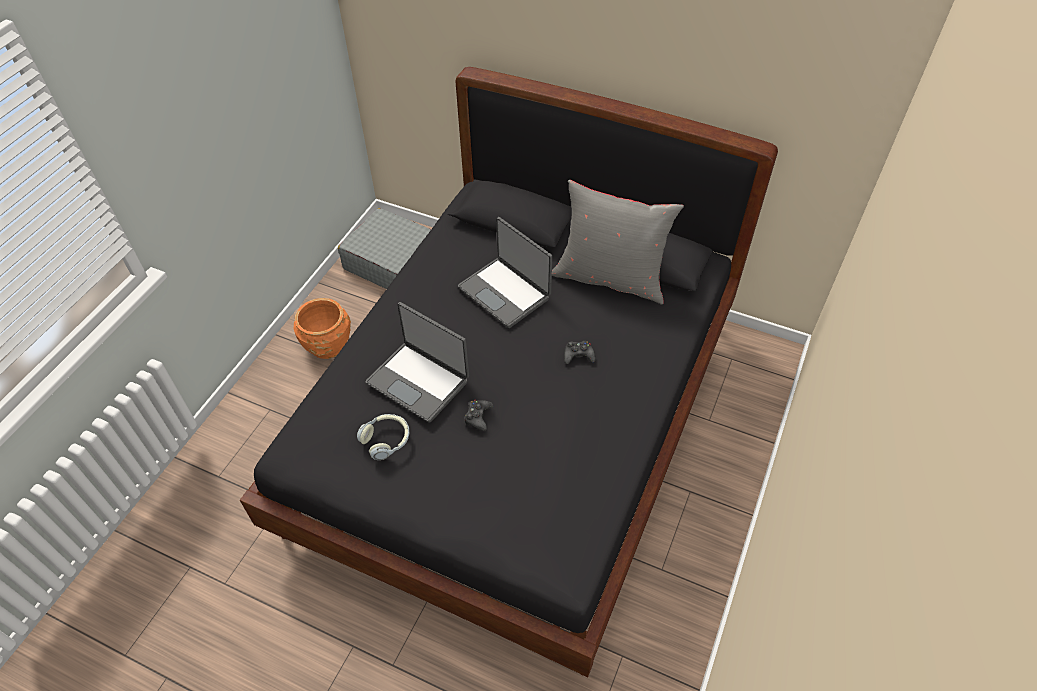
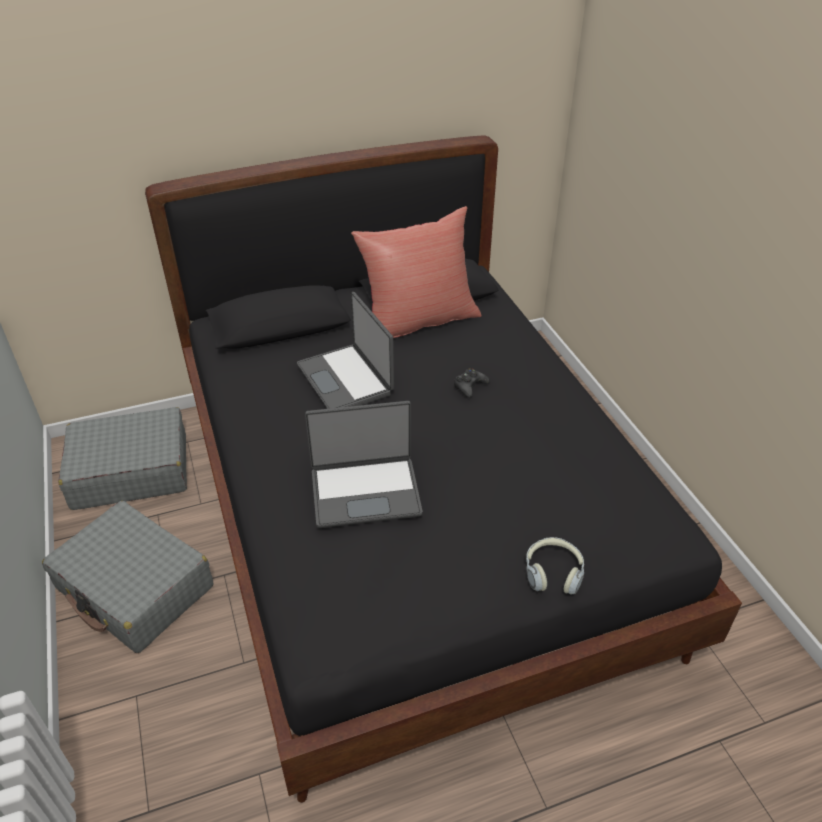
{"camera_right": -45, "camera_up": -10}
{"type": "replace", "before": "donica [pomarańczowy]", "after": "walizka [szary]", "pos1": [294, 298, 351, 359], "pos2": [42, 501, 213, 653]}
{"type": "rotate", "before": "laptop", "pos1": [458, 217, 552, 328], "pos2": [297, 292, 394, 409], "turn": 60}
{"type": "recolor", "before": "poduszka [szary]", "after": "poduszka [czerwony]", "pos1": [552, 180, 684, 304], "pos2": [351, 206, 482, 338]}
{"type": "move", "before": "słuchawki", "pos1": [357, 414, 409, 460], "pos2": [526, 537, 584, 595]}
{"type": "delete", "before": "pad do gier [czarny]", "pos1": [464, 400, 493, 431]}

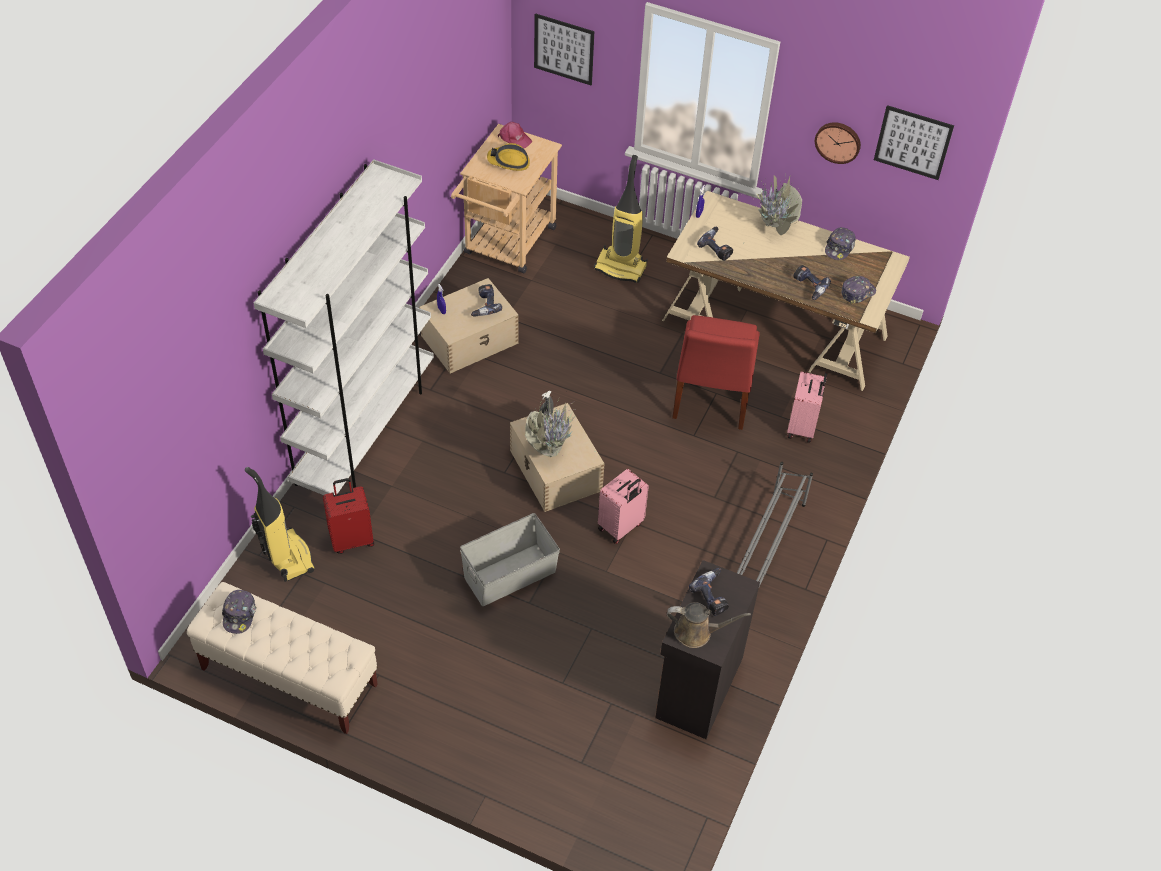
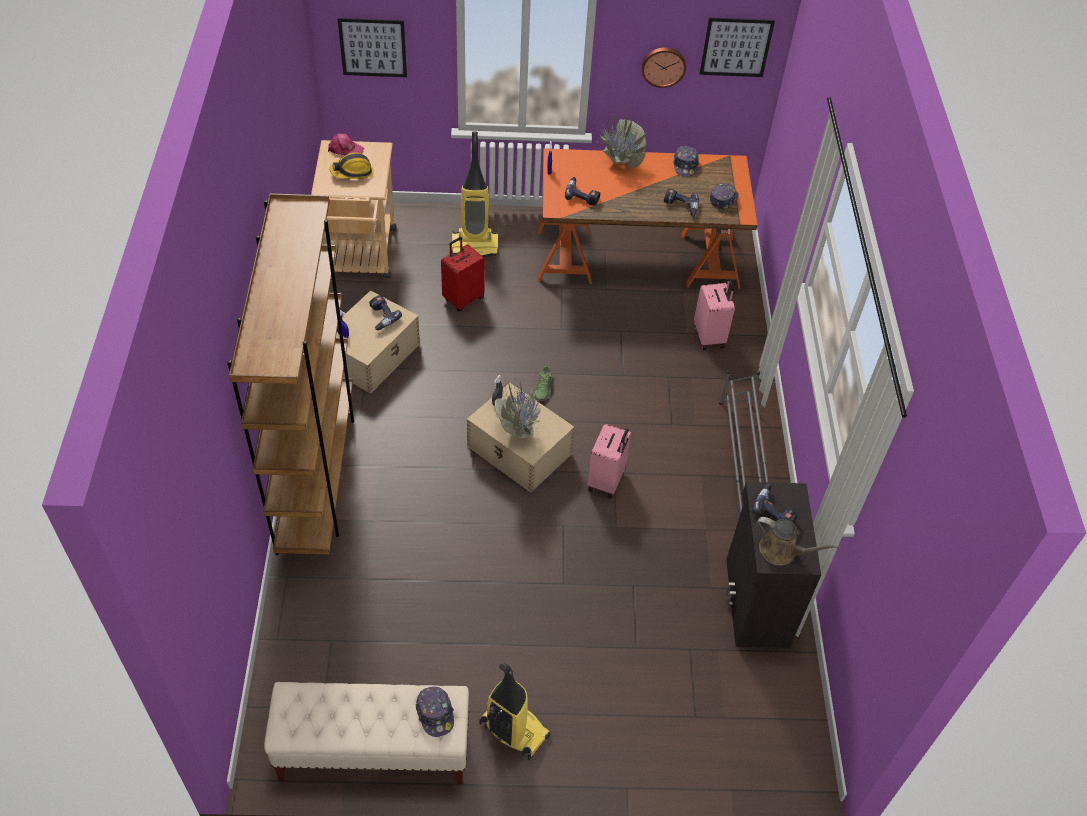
{"camera_right": -25, "camera_up": 0}
{"type": "recolor", "before": "regał [biały]", "after": "regał [brązowy]", "pos1": [254, 159, 434, 495], "pos2": [227, 193, 354, 555]}
{"type": "move", "before": "czapka z daszkiem", "pos1": [222, 590, 256, 634], "pos2": [416, 687, 454, 737]}
{"type": "move", "before": "walizka [czerwony]", "pos1": [323, 478, 374, 554], "pos2": [441, 237, 485, 311]}
{"type": "move", "before": "odkurzacz", "pos1": [245, 467, 315, 582], "pos2": [479, 663, 551, 760]}
{"type": "insert", "after": "but", "pos2": [534, 364, 553, 401]}
{"type": "recolor", "before": "biurko [beżowy]", "after": "biurko [pomarańczowy]", "pos1": [662, 191, 910, 391], "pos2": [538, 148, 758, 289]}
{"type": "rotate", "before": "konewka [brązowy]", "pos1": [667, 602, 751, 648], "pos2": [756, 517, 839, 566], "turn": 45}
{"type": "delete", "before": "pojemnik do przechowywania [szary]", "pos1": [460, 513, 560, 606]}
{"type": "delete", "before": "krzesło [czerwony]", "pos1": [672, 315, 760, 430]}

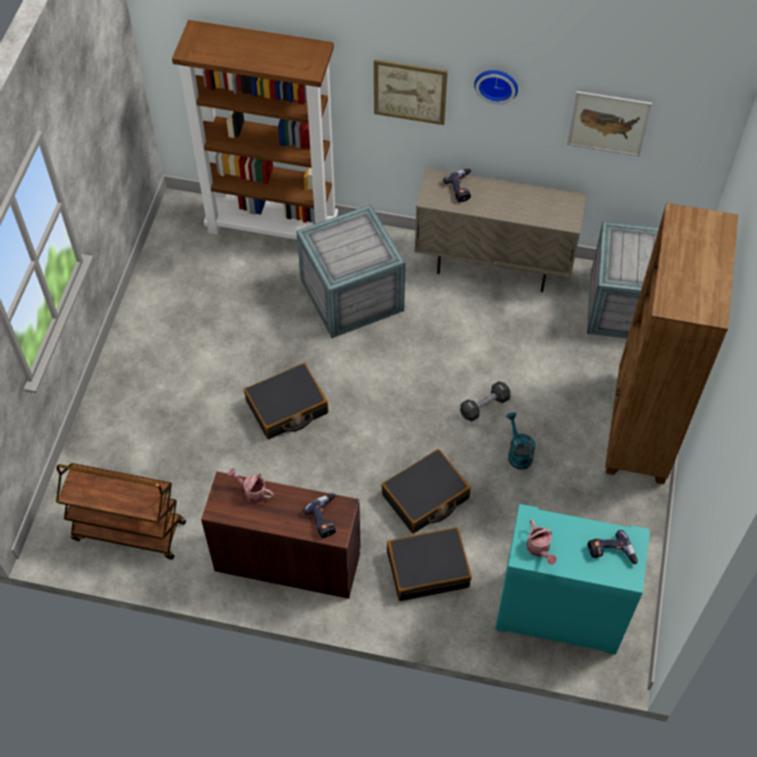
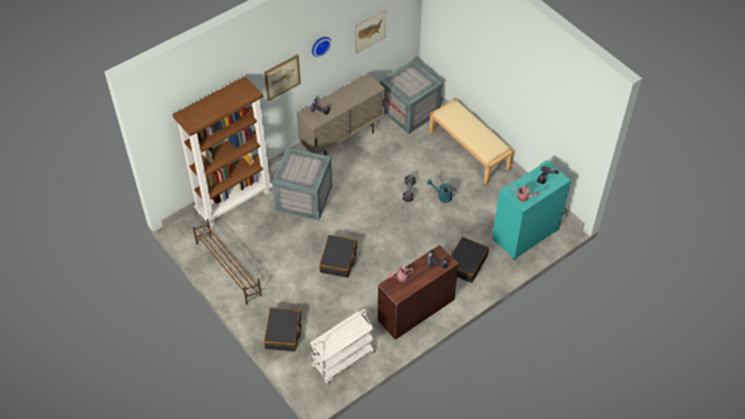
{"camera_right": -50, "camera_up": -5}
{"type": "insert", "after": "regał na buty [brązowy]", "pos2": [193, 219, 262, 304]}
{"type": "move", "before": "walizka [czarny]", "pos1": [381, 449, 471, 533], "pos2": [264, 308, 301, 352]}
{"type": "recolor", "before": "wózek [brązowy]", "after": "wózek [biały]", "pos1": [56, 463, 186, 560], "pos2": [310, 309, 375, 384]}
{"type": "replace", "before": "regał [brązowy]", "after": "ławka [beżowy]", "pos1": [605, 203, 738, 484], "pos2": [429, 99, 514, 185]}

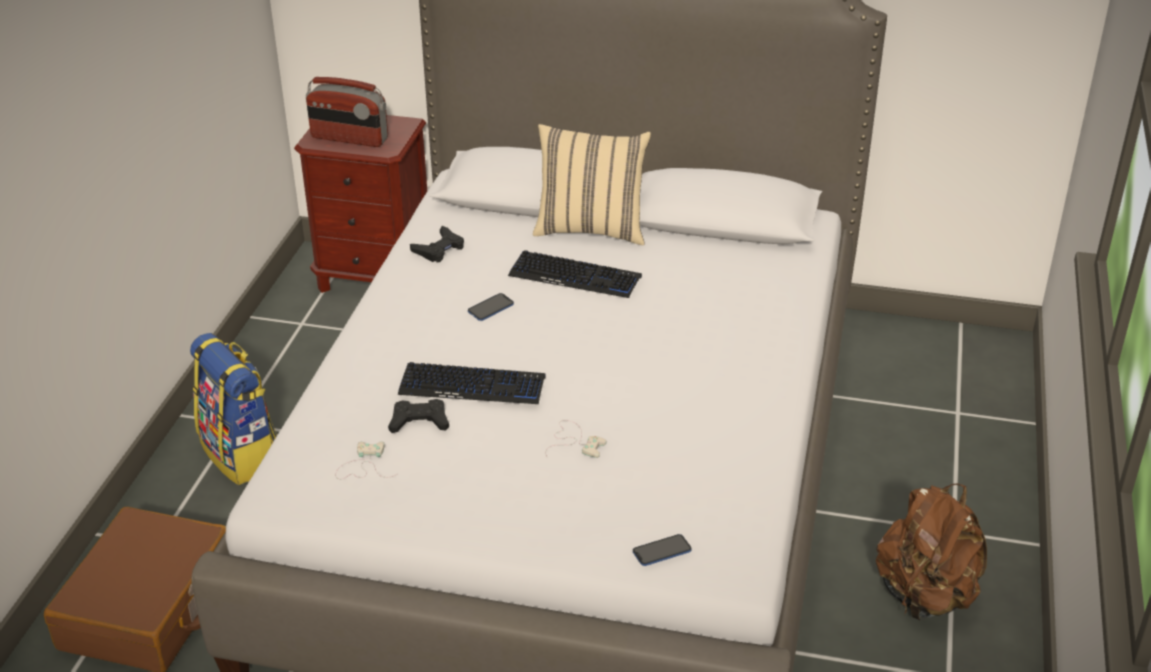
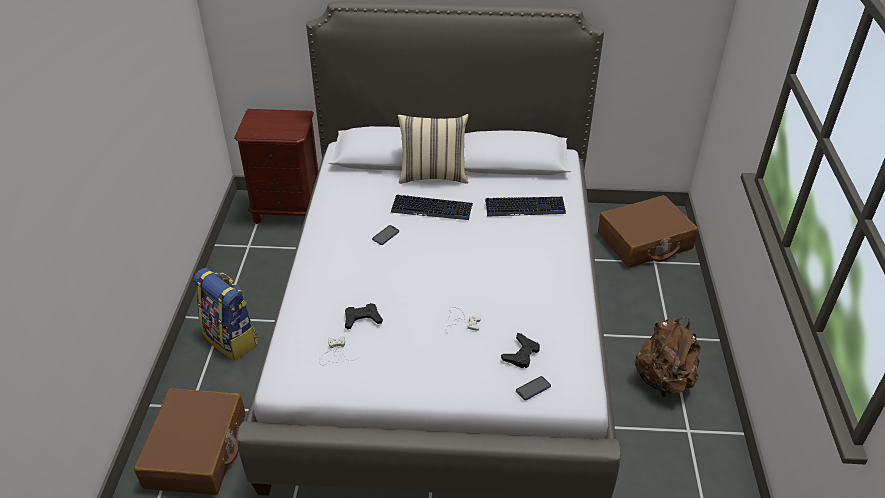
{"camera_right": -10, "camera_up": 5}
{"type": "move", "before": "klawiatura", "pos1": [398, 362, 546, 404], "pos2": [485, 197, 566, 217]}
{"type": "move", "before": "pad do gier [czarny]", "pos1": [410, 226, 464, 263], "pos2": [501, 333, 540, 368]}
{"type": "insert", "after": "walizka [brązowy]", "pos2": [598, 195, 698, 267]}
{"type": "delete", "before": "radio", "pos1": [306, 77, 388, 147]}

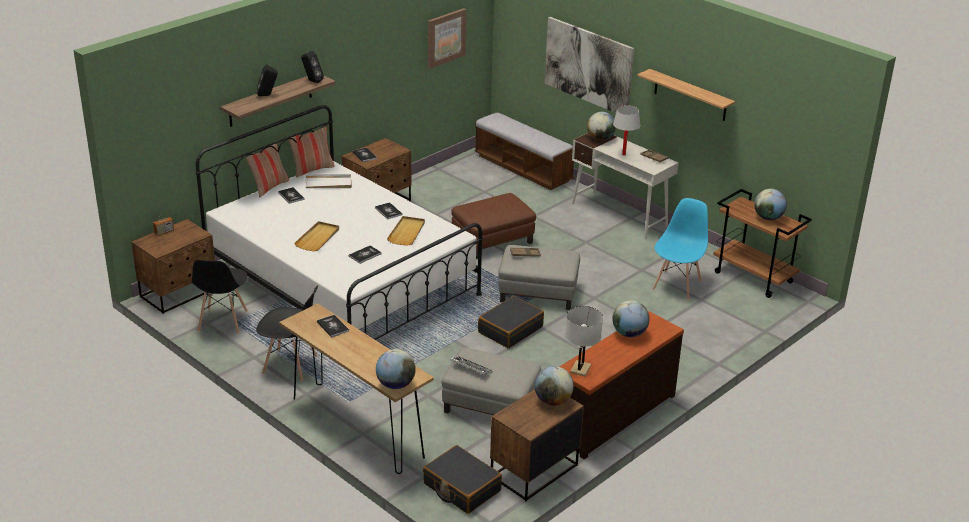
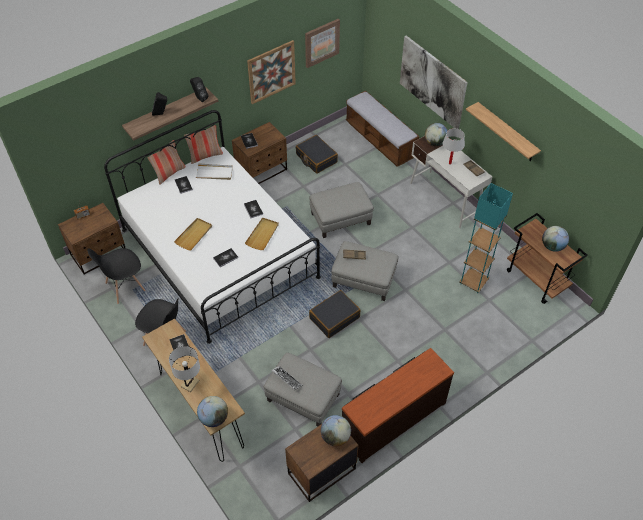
{"camera_right": 10, "camera_up": 20}
{"type": "rotate", "before": "krzesło [czarny]", "pos1": [192, 260, 248, 334], "pos2": [87, 248, 146, 304], "turn": 45}
{"type": "move", "before": "lampa stołowa [biały]", "pos1": [565, 306, 603, 376], "pos2": [169, 346, 200, 392]}
{"type": "insert", "after": "obraz", "pos2": [247, 40, 296, 104]}
{"type": "move", "before": "walizka [czarny]", "pos1": [423, 445, 502, 514], "pos2": [296, 135, 338, 174]}
{"type": "recolor", "before": "pufa [brązowy]", "after": "pufa [szary]", "pos1": [451, 193, 536, 259], "pos2": [309, 182, 374, 238]}
{"type": "replace", "before": "krzesło [niebieski]", "after": "lampa stojąca [turkusowy]", "pos1": [652, 198, 708, 300], "pos2": [459, 183, 513, 293]}
{"type": "delete", "before": "globus", "pos1": [612, 301, 649, 337]}

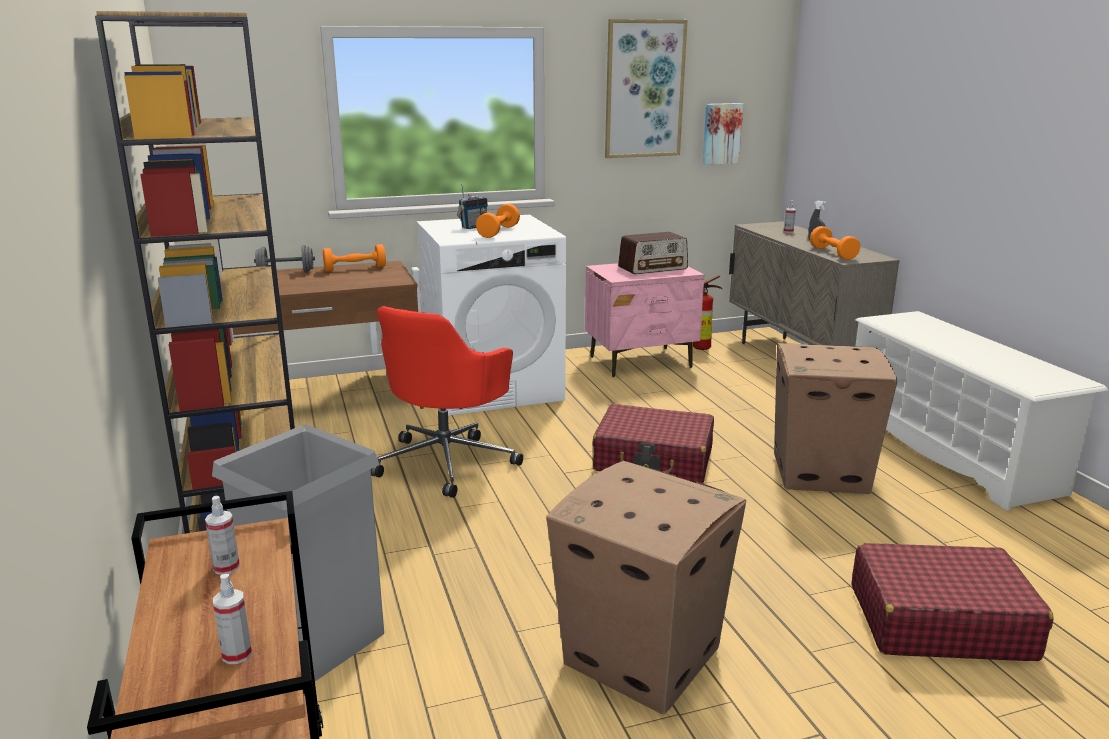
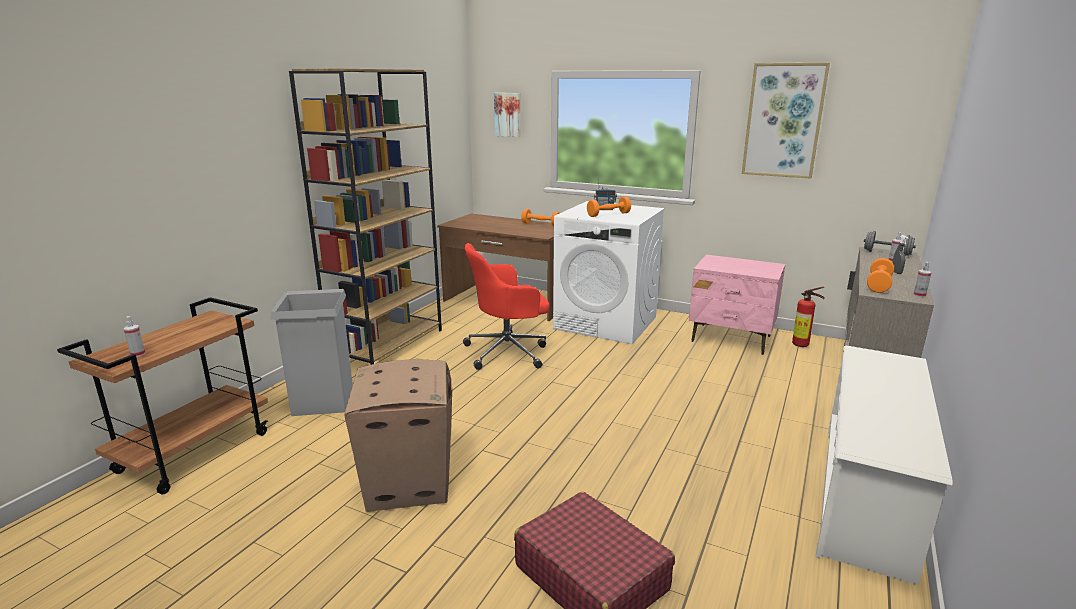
{"camera_right": 45, "camera_up": 0}
{"type": "move", "before": "obraz", "pos1": [703, 103, 743, 165], "pos2": [494, 93, 521, 137]}
{"type": "move", "before": "hantel [szary]", "pos1": [254, 245, 315, 272], "pos2": [864, 231, 916, 256]}
{"type": "move", "before": "spryskiwacz", "pos1": [205, 496, 240, 575], "pos2": [913, 262, 932, 297]}
{"type": "delete", "before": "walizka [czerwony]", "pos1": [592, 404, 714, 483]}
{"type": "delete", "before": "radio", "pos1": [618, 232, 688, 274]}
{"type": "delete", "before": "karton", "pos1": [774, 343, 897, 494]}

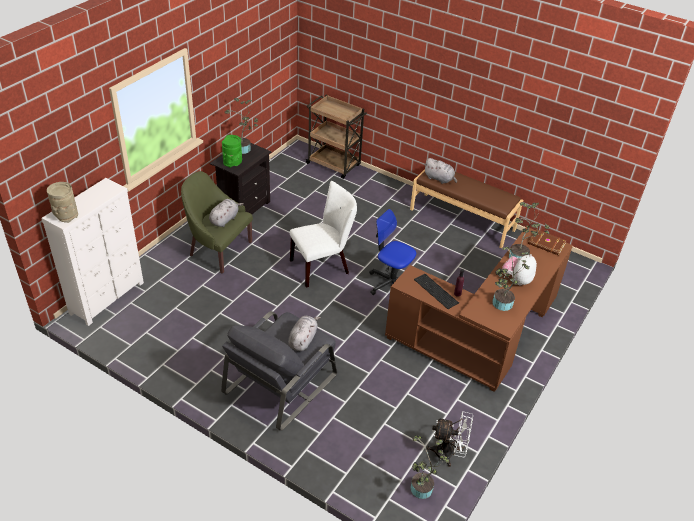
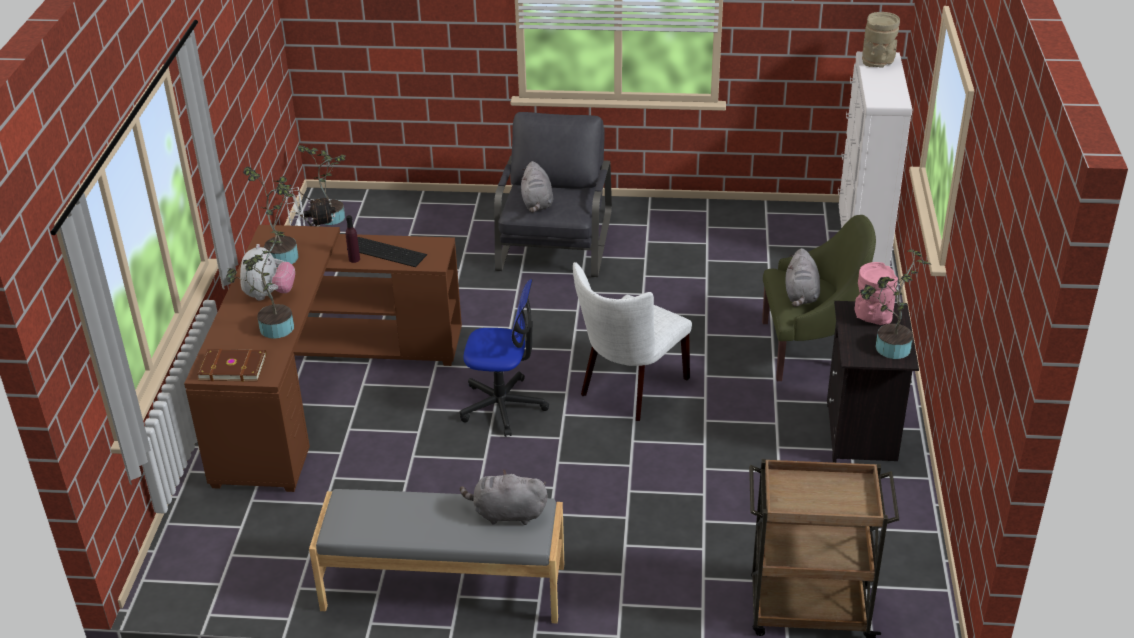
{"camera_right": 155, "camera_up": -5}
{"type": "recolor", "before": "ławka [brązowy]", "after": "ławka [szary]", "pos1": [410, 169, 523, 249], "pos2": [309, 489, 564, 623]}
{"type": "recolor", "before": "wazon [zielony]", "after": "wazon [różowy]", "pos1": [222, 135, 242, 168], "pos2": [854, 262, 898, 325]}

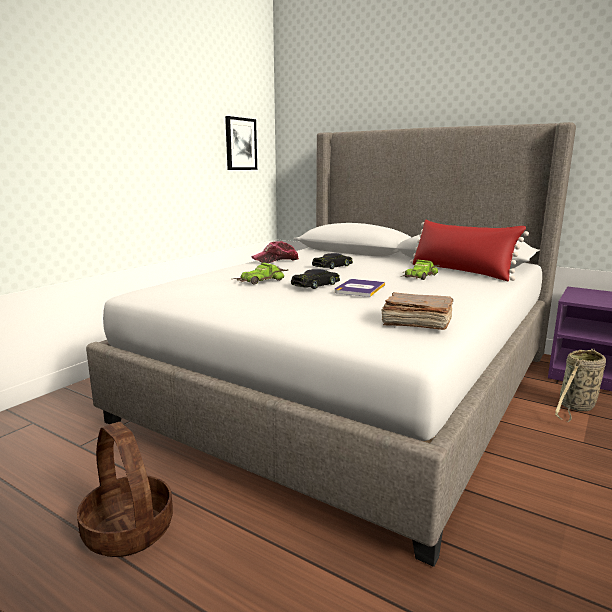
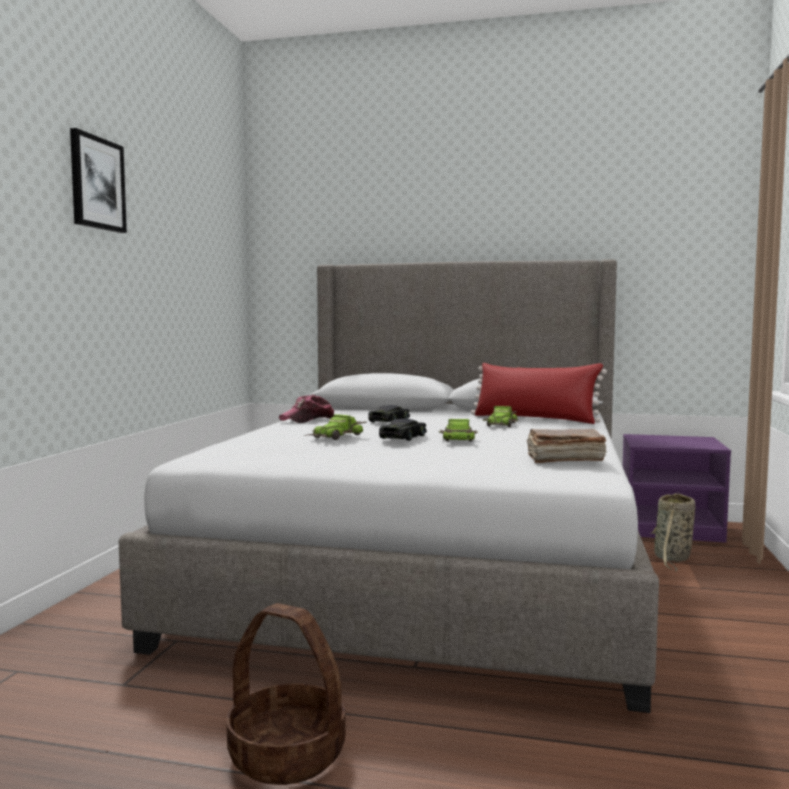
{"camera_right": -20, "camera_up": -10}
{"type": "move", "before": "obraz", "pos1": [225, 116, 257, 170], "pos2": [70, 128, 127, 233]}
{"type": "replace", "before": "książka", "after": "samochodzik", "pos1": [334, 279, 385, 297], "pos2": [439, 419, 478, 442]}

